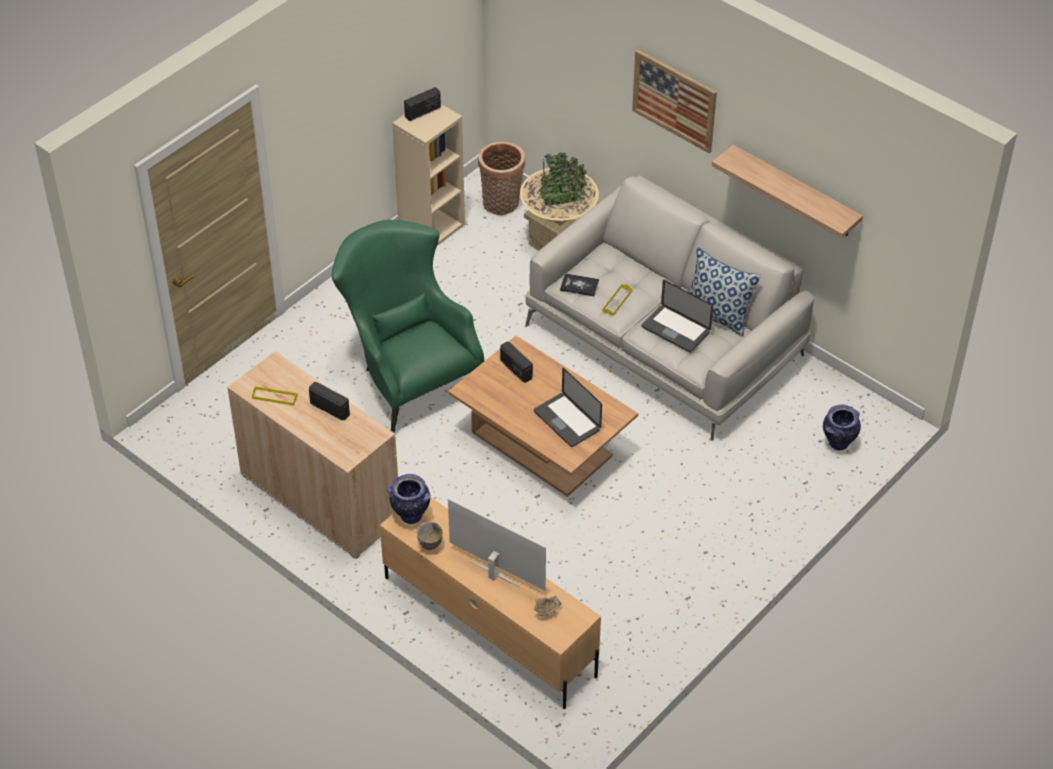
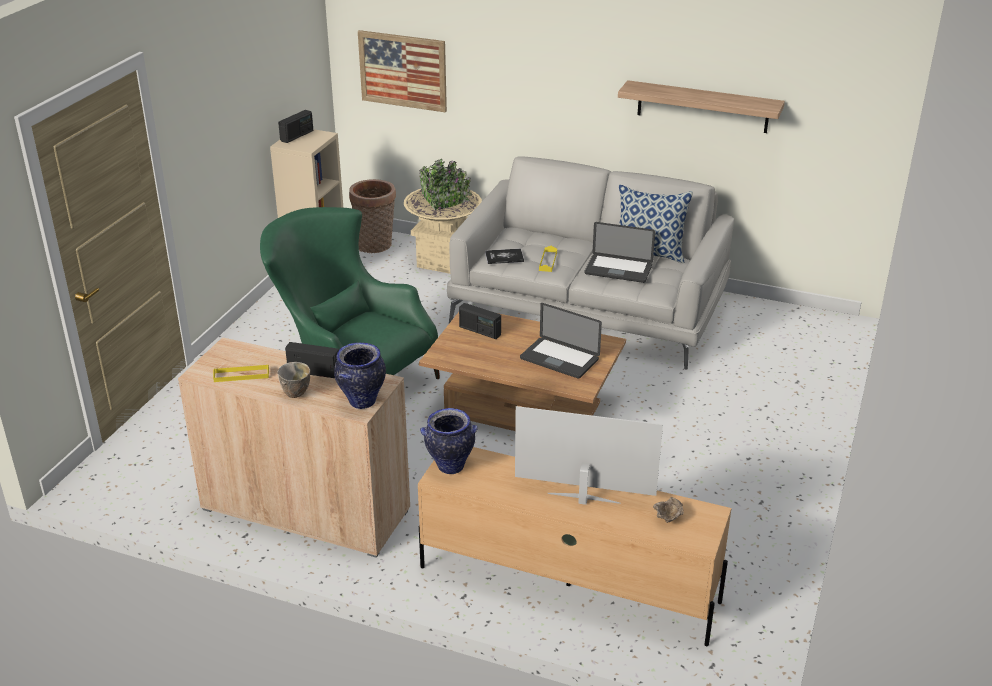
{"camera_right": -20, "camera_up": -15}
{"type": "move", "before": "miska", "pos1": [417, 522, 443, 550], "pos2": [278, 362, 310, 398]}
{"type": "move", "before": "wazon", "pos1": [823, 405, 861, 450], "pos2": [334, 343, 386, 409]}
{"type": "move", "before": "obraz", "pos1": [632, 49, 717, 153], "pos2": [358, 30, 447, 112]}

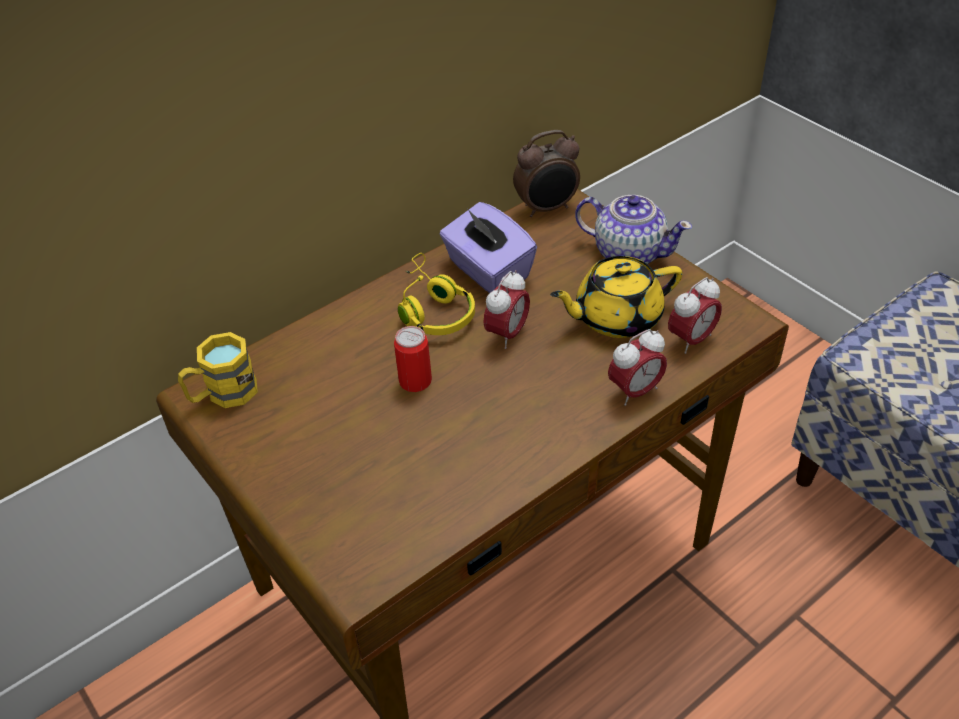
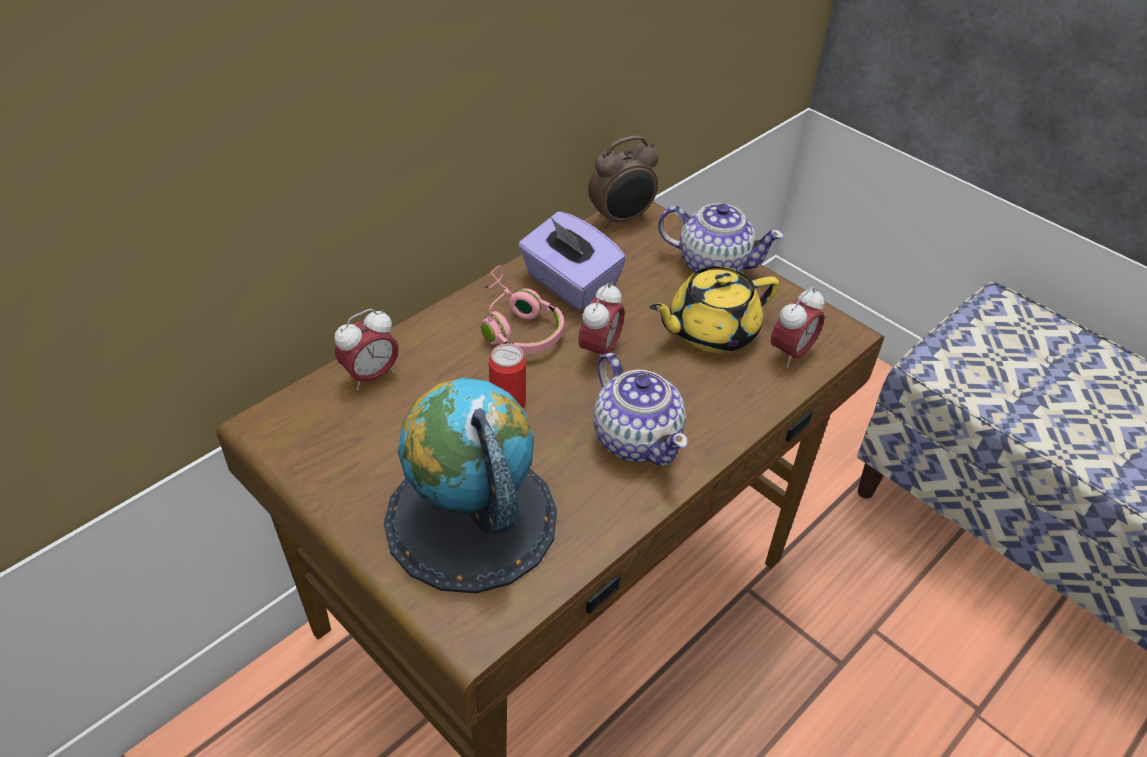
{"camera_right": -10, "camera_up": 0}
{"type": "move", "before": "budzik", "pos1": [608, 329, 667, 406], "pos2": [335, 309, 399, 390]}
{"type": "insert", "after": "globus", "pos2": [384, 378, 557, 593]}
{"type": "recolor", "before": "słuchawki [żółty]", "after": "słuchawki [różowy]", "pos1": [398, 253, 475, 335], "pos2": [481, 266, 564, 354]}
{"type": "insert", "after": "imbryk", "pos2": [594, 353, 688, 466]}
{"type": "delete", "before": "kubek [żółty]", "pos1": [178, 332, 258, 408]}

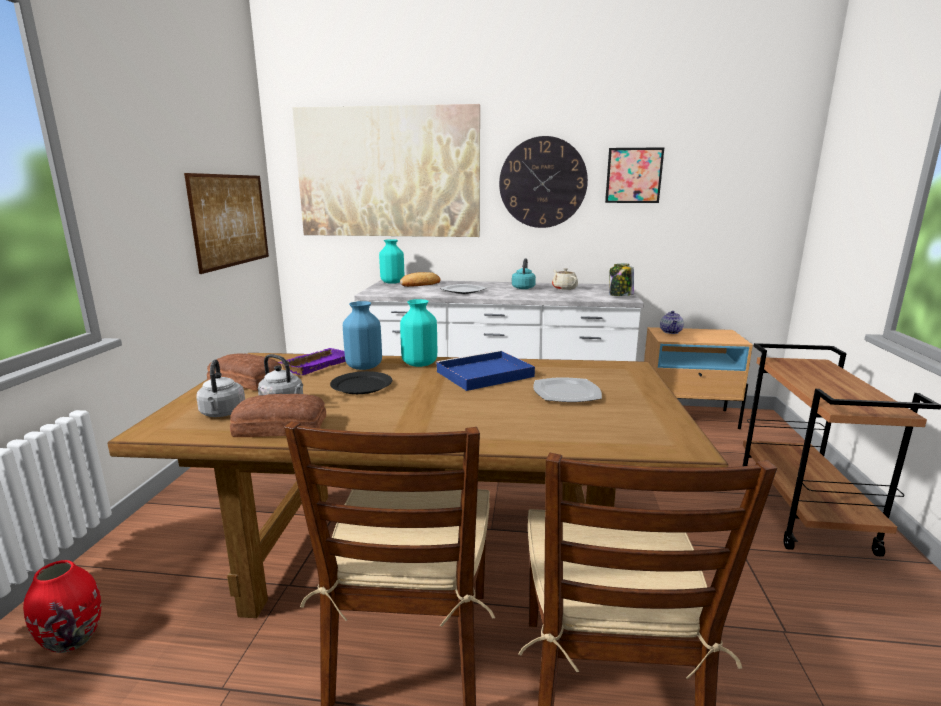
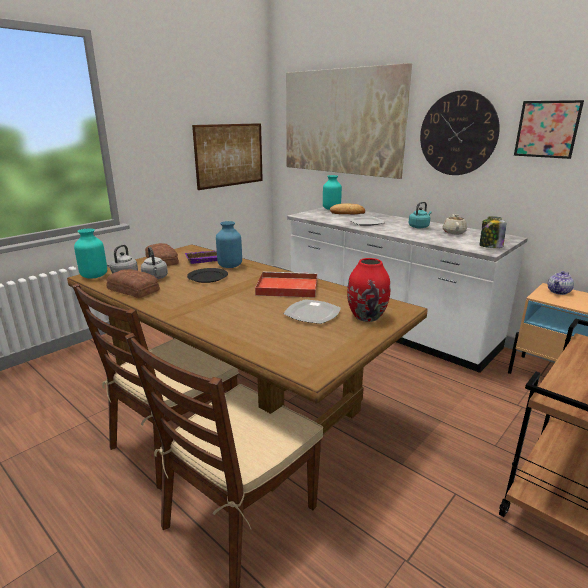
{"camera_right": 35, "camera_up": 5}
{"type": "move", "before": "wazon [turkusowy]", "pos1": [400, 299, 437, 367], "pos2": [74, 229, 107, 279]}
{"type": "recolor", "before": "taca [niebieski]", "after": "taca [czerwony]", "pos1": [436, 350, 535, 391], "pos2": [255, 272, 317, 298]}
{"type": "move", "before": "wazon [czerwony]", "pos1": [23, 560, 101, 653], "pos2": [347, 258, 390, 322]}

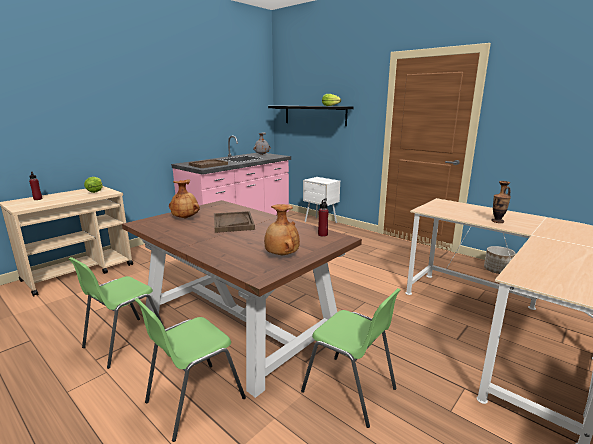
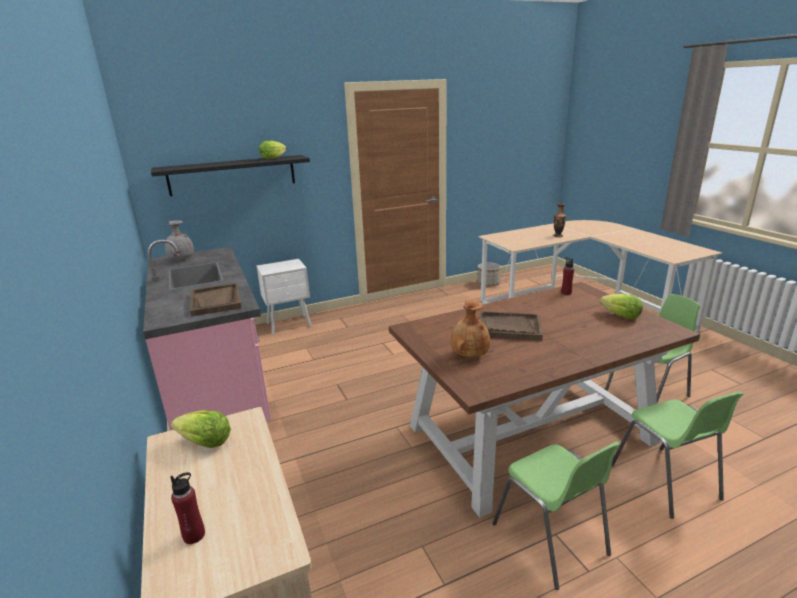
{"camera_right": -65, "camera_up": 5}
{"type": "replace", "before": "wazon [brązowy]", "after": "sałata", "pos1": [264, 204, 300, 255], "pos2": [600, 294, 643, 319]}

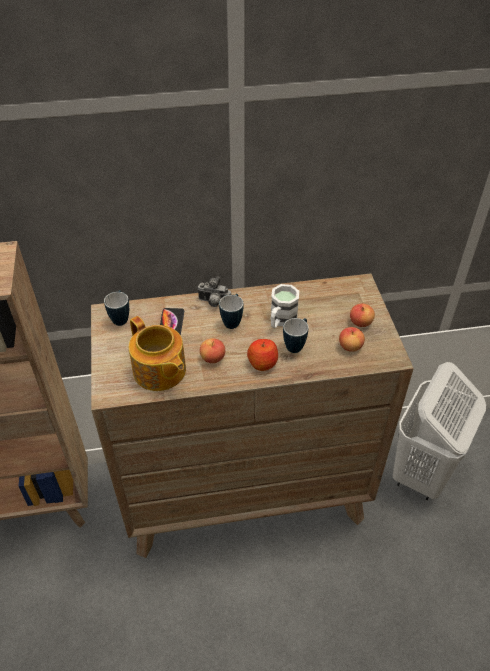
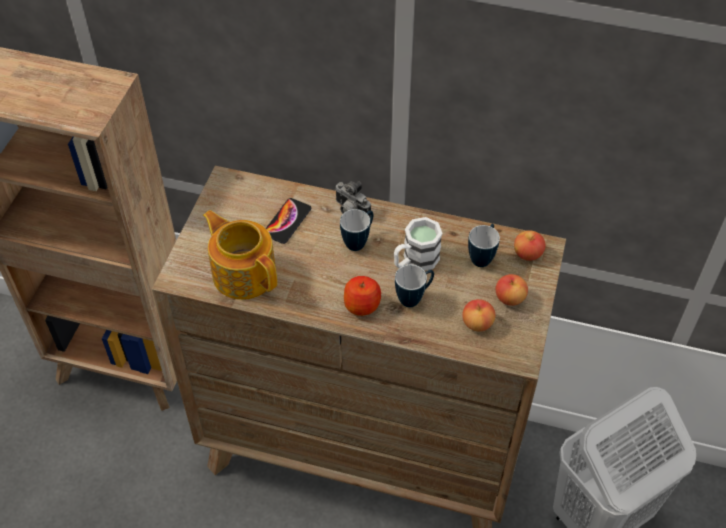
{"camera_right": 25, "camera_up": 5}
{"type": "rotate", "before": "imbryk", "pos1": [129, 316, 186, 391], "pos2": [203, 210, 277, 300], "turn": 150}
{"type": "move", "before": "kubek", "pos1": [104, 290, 129, 326], "pos2": [468, 224, 500, 267]}
{"type": "move", "before": "jabłko", "pos1": [200, 338, 225, 363], "pos2": [514, 230, 546, 261]}

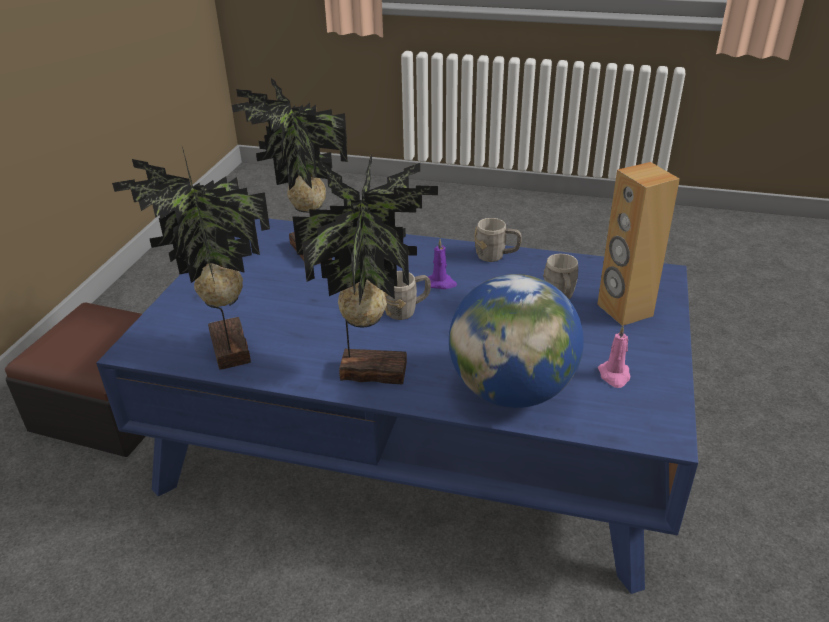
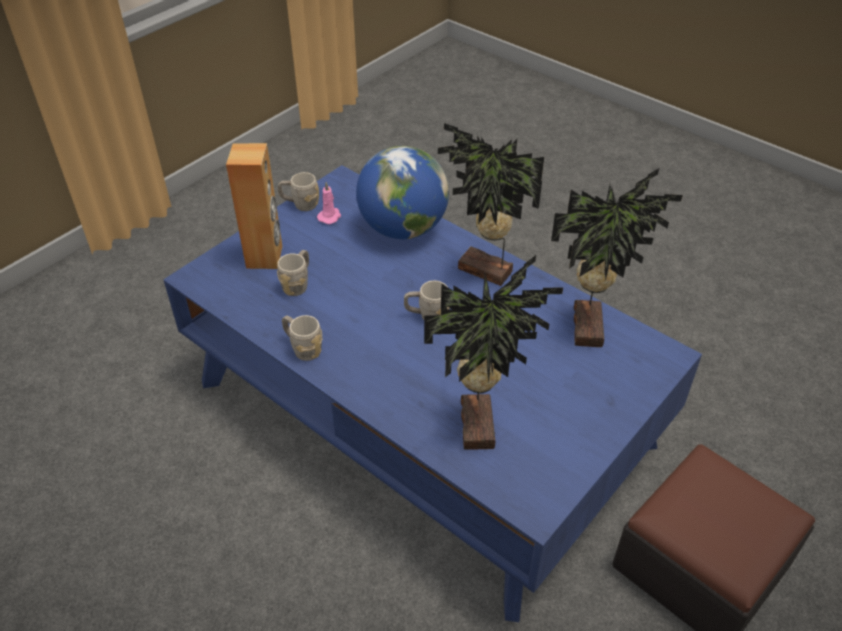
{"camera_right": -155, "camera_up": 10}
{"type": "insert", "after": "kubek [szary]", "pos2": [278, 172, 319, 211]}
{"type": "delete", "before": "świeca [fioletowy]", "pos1": [428, 239, 457, 289]}

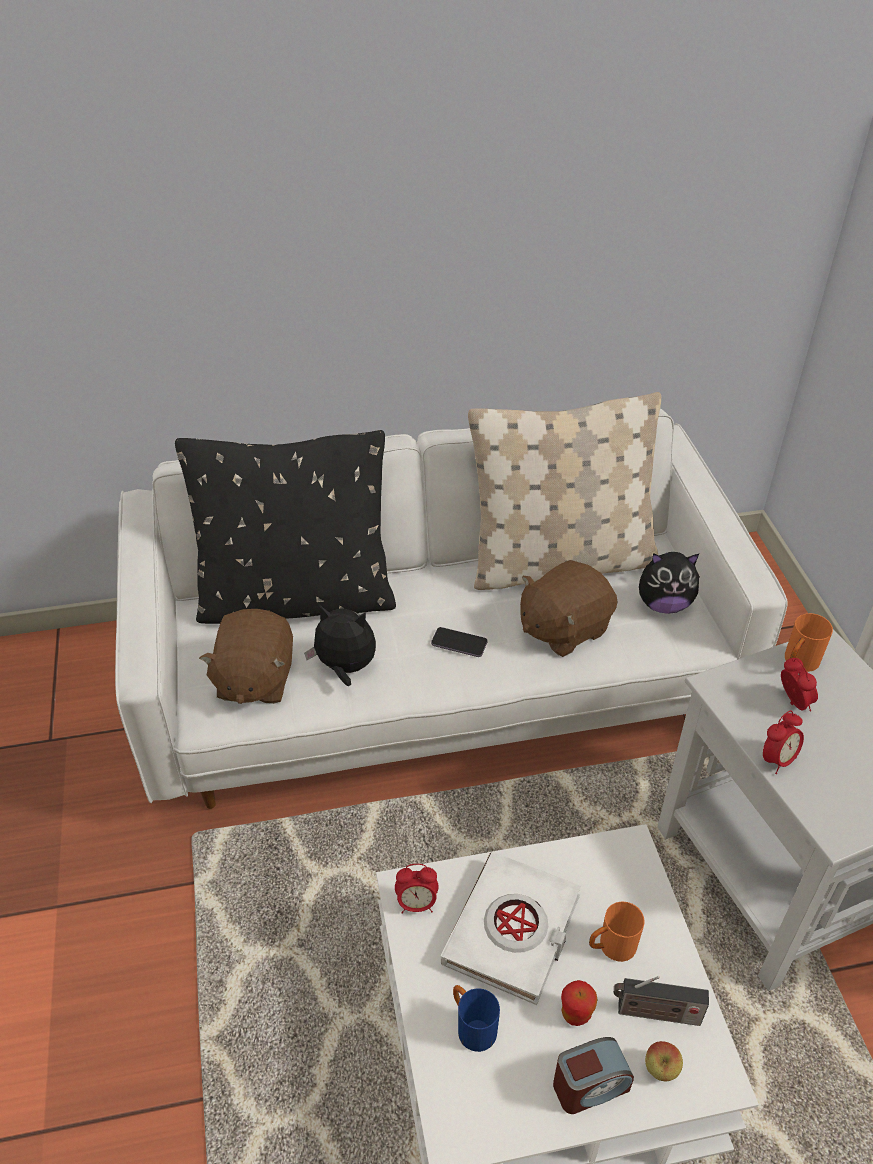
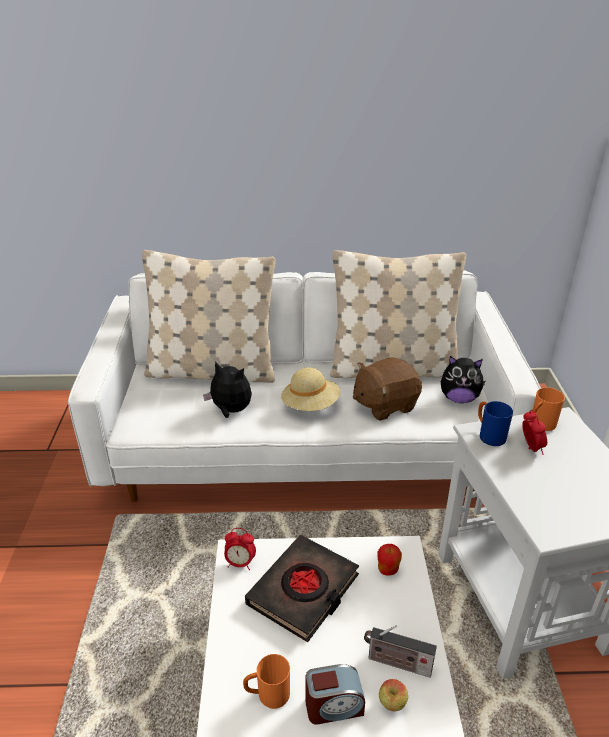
{"camera_right": 10, "camera_up": -10}
{"type": "recolor", "before": "poduszka [czarny]", "after": "poduszka [beżowy]", "pos1": [175, 430, 396, 624], "pos2": [142, 250, 276, 383]}
{"type": "move", "before": "kubek [pomarańczowy]", "pos1": [589, 902, 645, 962], "pos2": [243, 654, 290, 709]}
{"type": "recolor", "before": "książka [biały]", "after": "książka [czarny]", "pos1": [441, 852, 581, 1005], "pos2": [245, 535, 359, 642]}
{"type": "replace", "before": "telefon", "after": "kapelusz [beżowy]", "pos1": [431, 627, 487, 657], "pos2": [281, 367, 340, 411]}
{"type": "move", "before": "jabłko", "pos1": [561, 980, 597, 1026], "pos2": [377, 544, 402, 576]}
{"type": "move", "before": "kubek [niebieski]", "pos1": [453, 985, 500, 1052], "pos2": [478, 401, 513, 446]}
{"type": "delete", "before": "pluszak [brązowy]", "pos1": [199, 609, 293, 704]}
{"type": "delete", "before": "budzik", "pos1": [763, 710, 804, 774]}

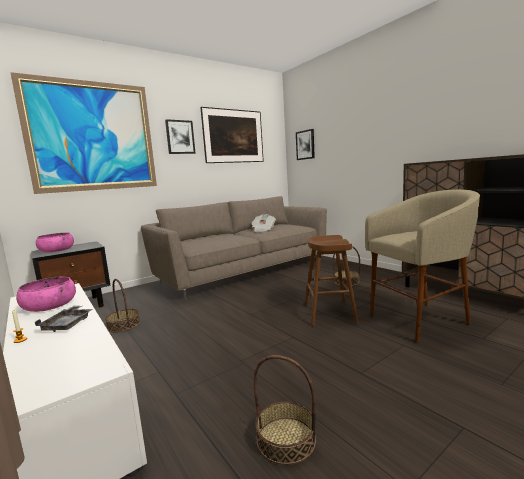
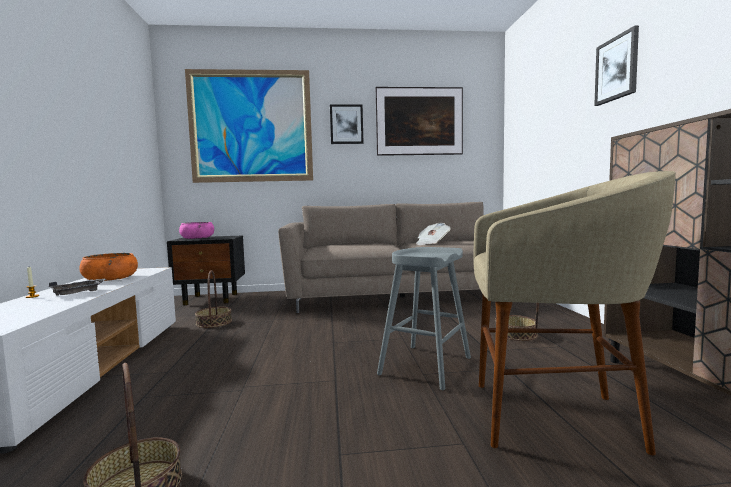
{"camera_right": 30, "camera_up": -5}
{"type": "recolor", "before": "miska [różowy]", "after": "miska [pomarańczowy]", "pos1": [16, 276, 76, 312], "pos2": [79, 253, 138, 281]}
{"type": "recolor", "before": "stołek [brązowy]", "after": "stołek [szary]", "pos1": [305, 235, 359, 326], "pos2": [377, 247, 471, 390]}
{"type": "move", "before": "obraz", "pos1": [296, 129, 315, 160], "pos2": [594, 26, 639, 106]}

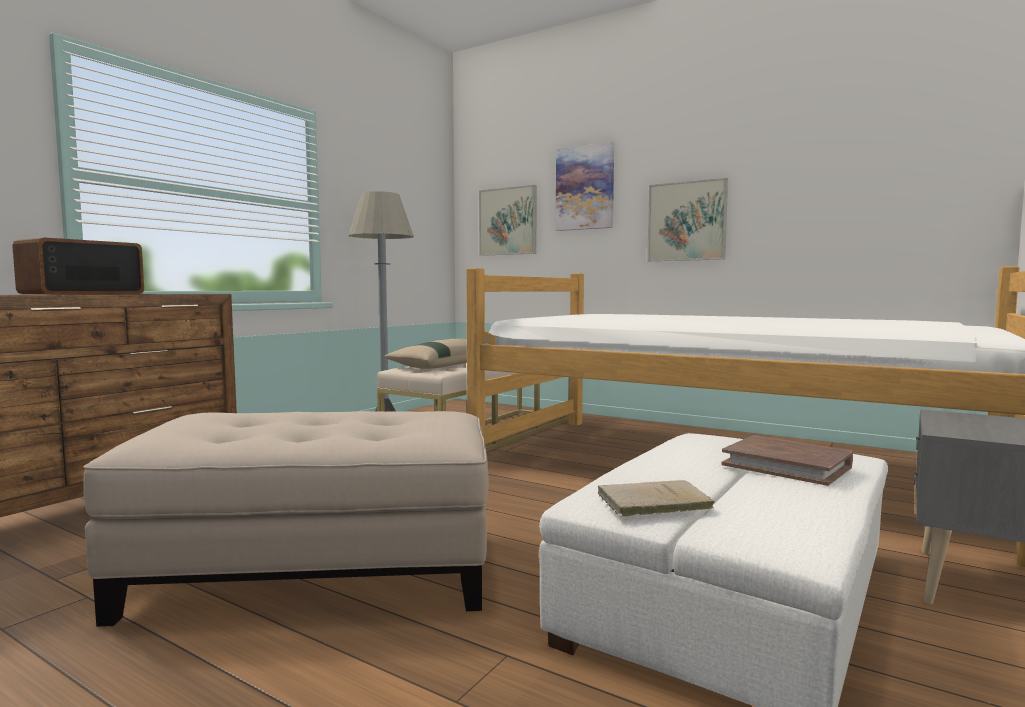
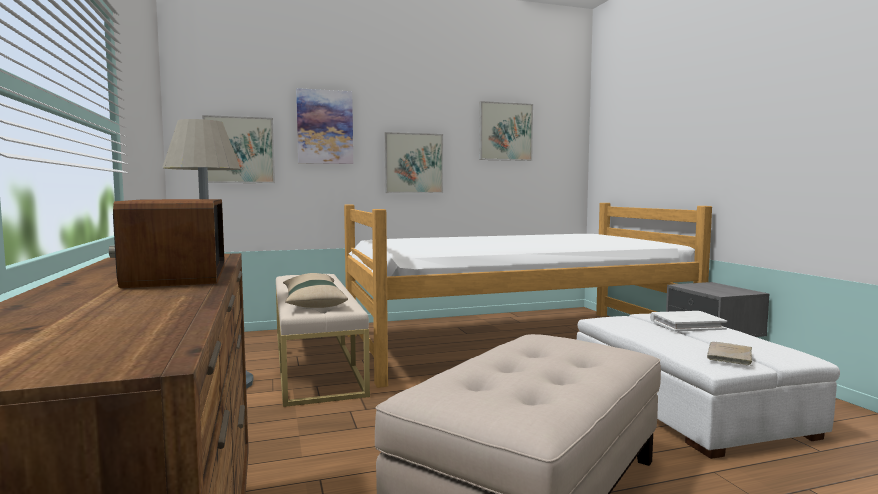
{"camera_right": -50, "camera_up": 0}
{"type": "insert", "after": "obraz", "pos2": [479, 101, 533, 161]}
{"type": "recolor", "before": "książka [brązowy]", "after": "książka [biały]", "pos1": [721, 435, 853, 486], "pos2": [650, 311, 727, 332]}

